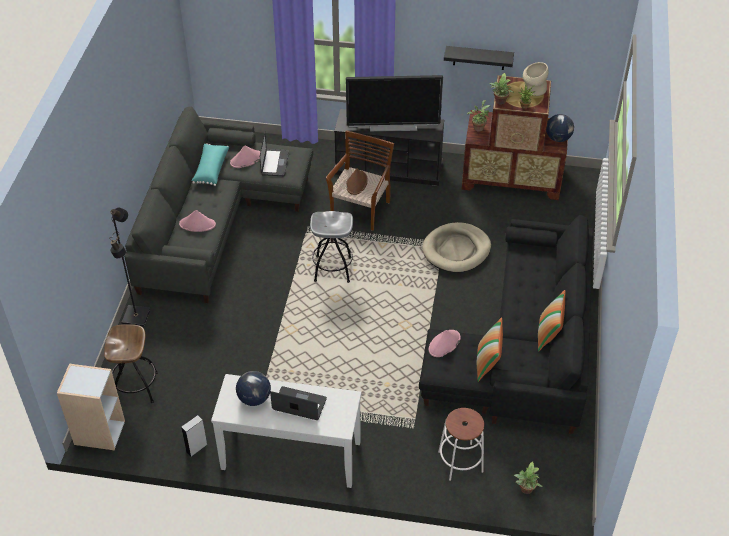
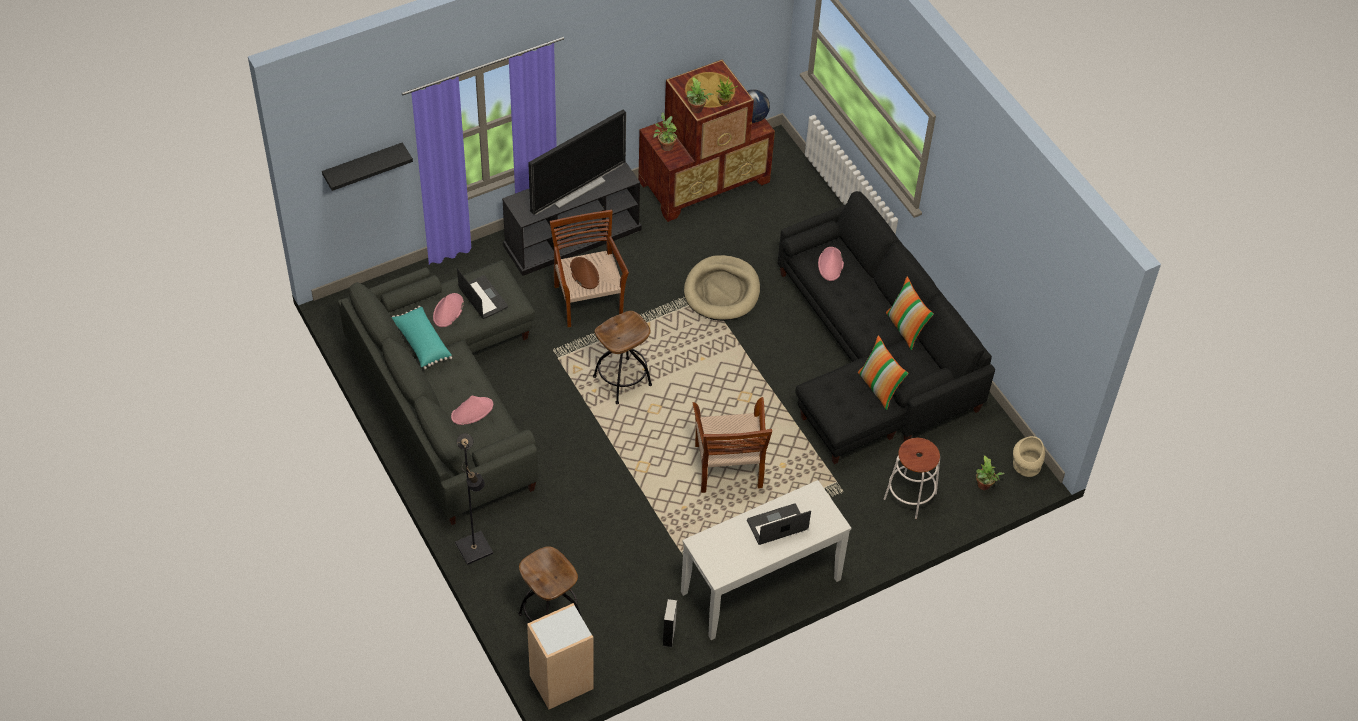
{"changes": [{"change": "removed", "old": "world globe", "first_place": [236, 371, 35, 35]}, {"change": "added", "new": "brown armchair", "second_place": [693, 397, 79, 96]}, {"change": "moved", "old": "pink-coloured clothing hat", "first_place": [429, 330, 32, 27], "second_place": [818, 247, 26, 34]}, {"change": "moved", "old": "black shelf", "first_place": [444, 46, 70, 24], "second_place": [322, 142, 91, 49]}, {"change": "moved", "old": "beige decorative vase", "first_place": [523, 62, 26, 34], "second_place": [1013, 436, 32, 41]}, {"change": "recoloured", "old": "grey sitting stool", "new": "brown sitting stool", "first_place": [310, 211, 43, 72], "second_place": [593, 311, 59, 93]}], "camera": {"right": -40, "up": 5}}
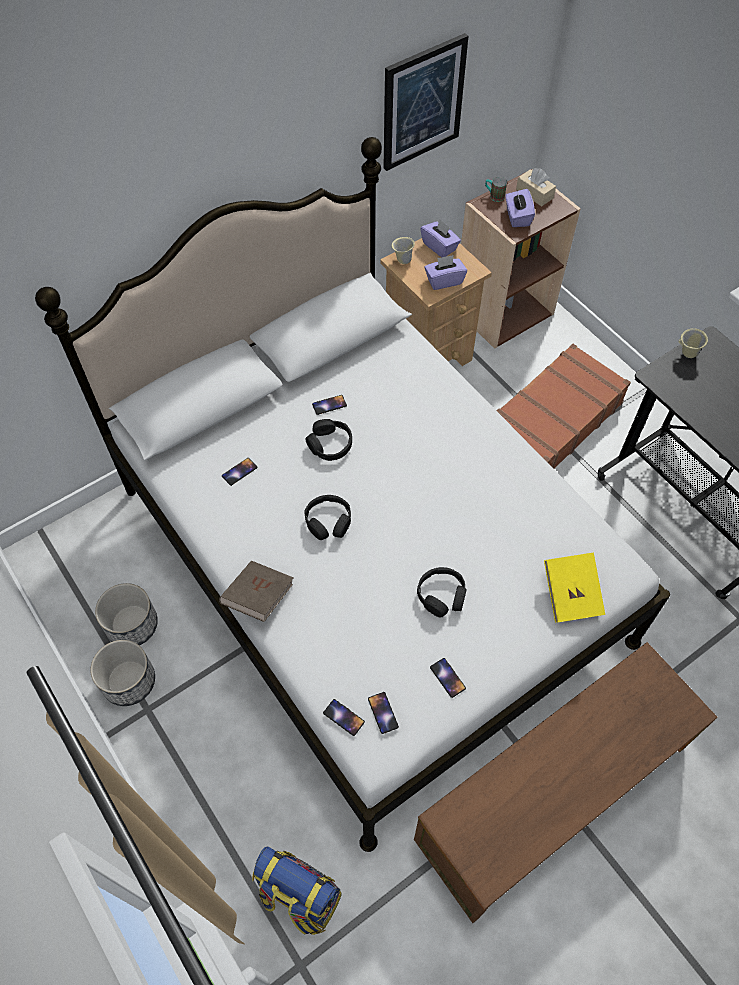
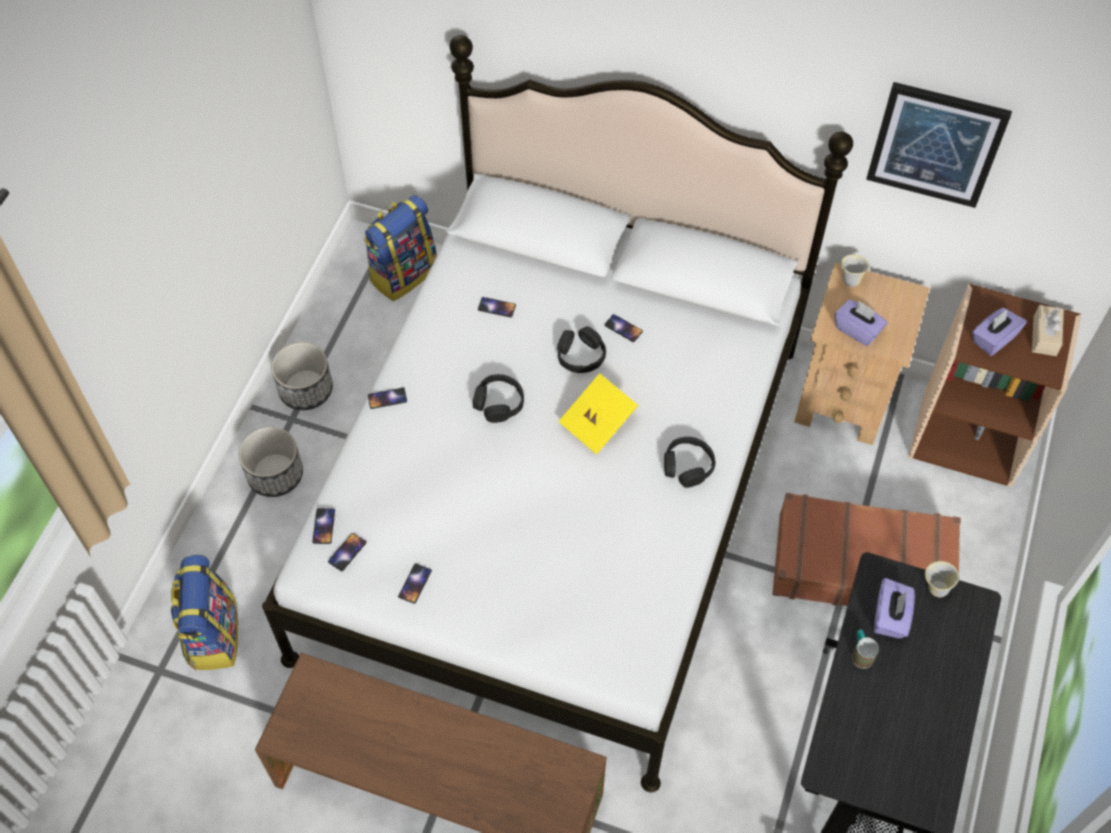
{"changes": [{"change": "added", "new": "backpack", "second_place": [363, 195, 74, 106]}, {"change": "moved", "old": "flower pot", "first_place": [95, 583, 63, 62], "second_place": [239, 427, 64, 70]}, {"change": "moved", "old": "black pair of headphones", "first_place": [417, 567, 50, 51], "second_place": [664, 437, 51, 51]}, {"change": "moved", "old": "purple tissue holder", "first_place": [420, 219, 41, 38], "second_place": [874, 578, 41, 61]}, {"change": "moved", "old": "mug", "first_place": [485, 177, 22, 25], "second_place": [852, 629, 27, 40]}, {"change": "moved", "old": "yellowish book", "first_place": [544, 553, 61, 69], "second_place": [558, 373, 80, 81]}, {"change": "replaced", "old": "brown book", "new": "handset", "first_place": [219, 561, 75, 61], "second_place": [368, 388, 39, 21]}], "camera": {"right": 55, "up": 0}}
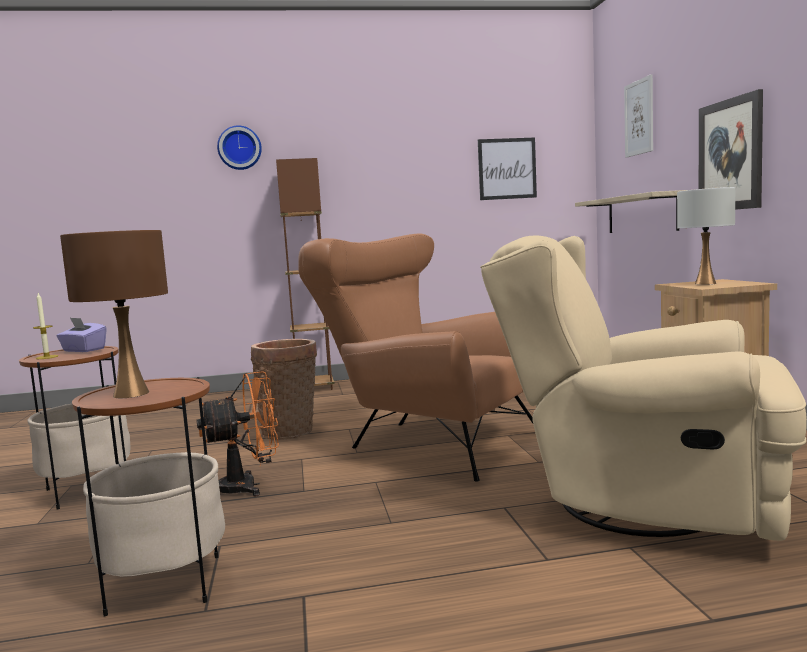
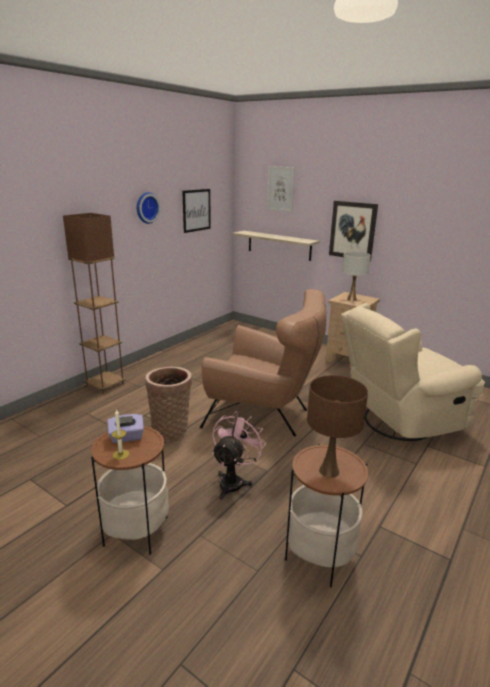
{"changes": [{"change": "moved", "old": "clock on the wall", "first_place": [217, 126, 45, 44], "second_place": [137, 192, 24, 32]}, {"change": "recoloured", "old": "orange fan", "new": "pink-coloured fan", "first_place": [197, 371, 82, 125], "second_place": [212, 411, 54, 89]}, {"change": "turned", "old": "brown armchair", "first_place": [298, 234, 235, 247], "second_place": [200, 289, 127, 147], "degrees": -150}], "camera": {"right": -45, "up": 15}}
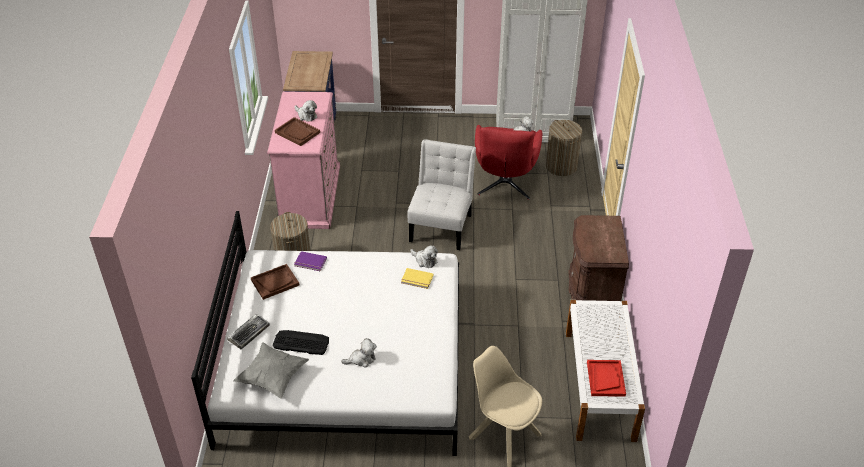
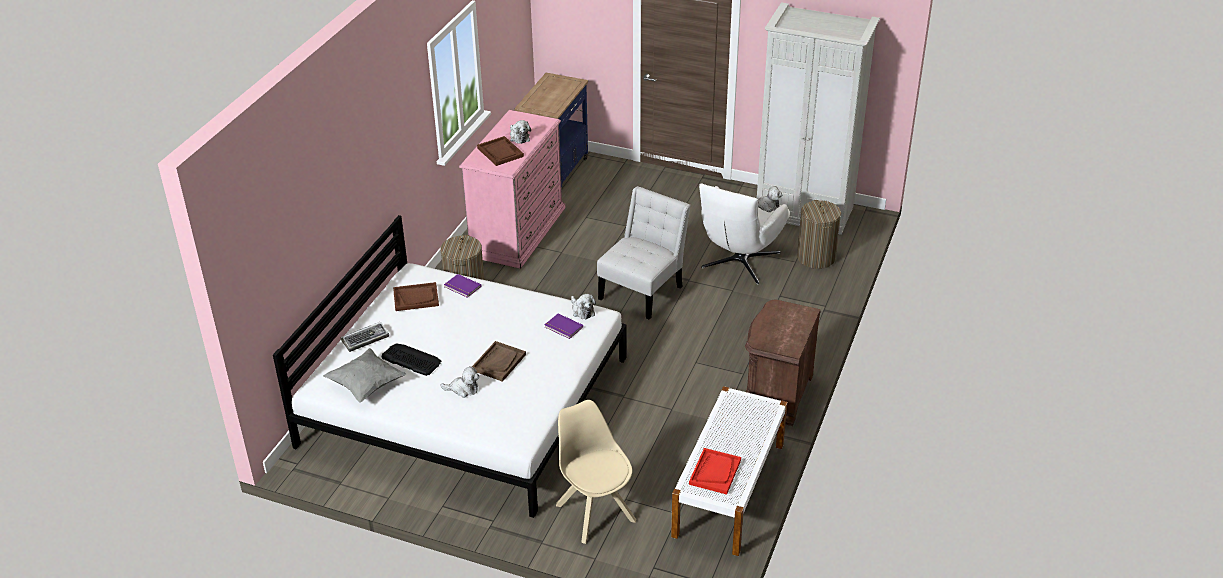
{"changes": [{"change": "added", "new": "brown carrying tray", "second_place": [472, 341, 54, 41]}, {"change": "recoloured", "old": "yellowish book", "new": "purple book", "first_place": [401, 268, 33, 21], "second_place": [544, 314, 39, 25]}, {"change": "recoloured", "old": "reddish armchair", "new": "white-coloured armchair", "first_place": [475, 125, 67, 75], "second_place": [699, 183, 91, 101]}], "camera": {"right": 20, "up": -5}}
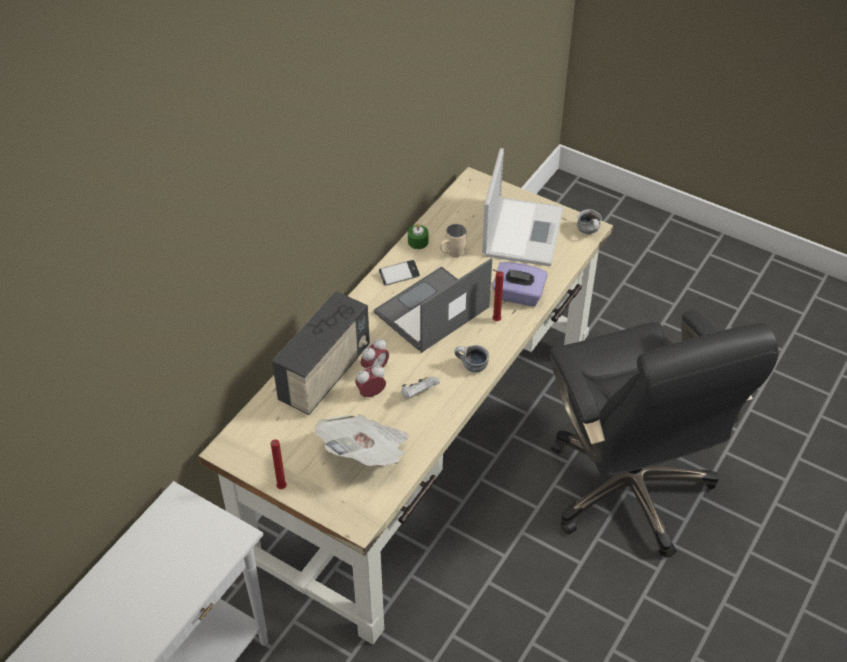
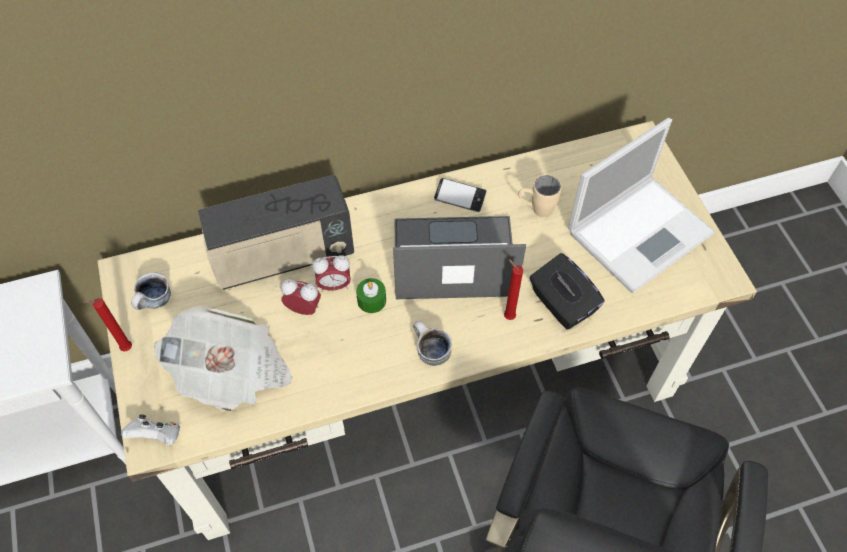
{"changes": [{"change": "moved", "old": "white-coloured joypad", "first_place": [401, 376, 39, 22], "second_place": [121, 414, 59, 32]}, {"change": "moved", "old": "greenish candle", "first_place": [408, 224, 21, 25], "second_place": [356, 278, 30, 35]}, {"change": "moved", "old": "mug", "first_place": [577, 209, 25, 25], "second_place": [131, 272, 40, 38]}, {"change": "recoloured", "old": "purple tissue holder", "new": "black tissue holder", "first_place": [492, 262, 56, 44], "second_place": [529, 253, 76, 76]}], "camera": {"right": 40, "up": 10}}
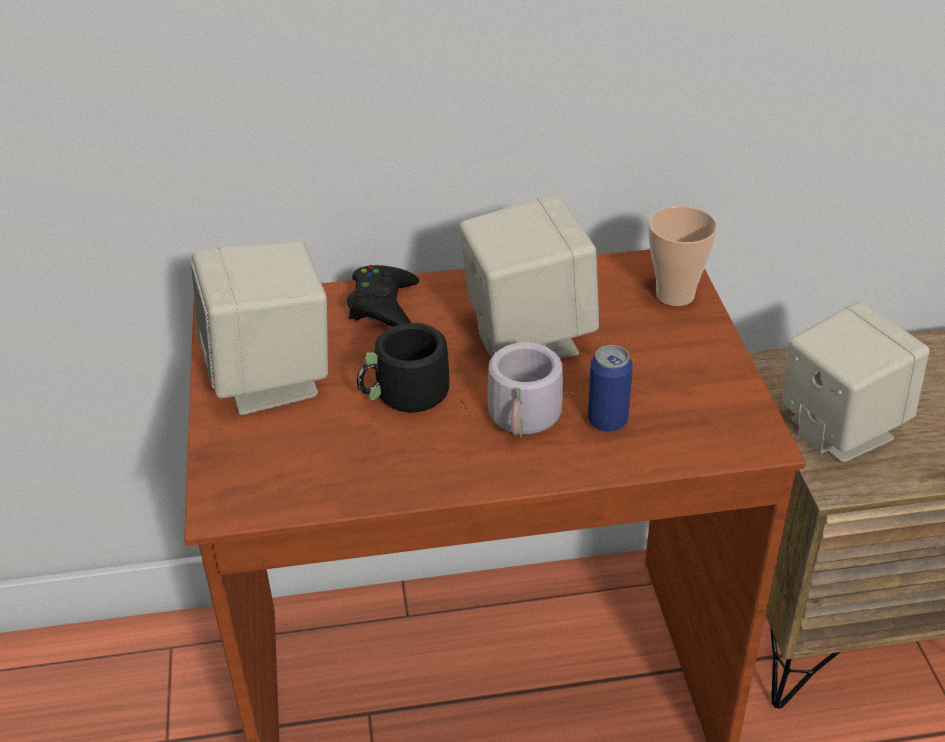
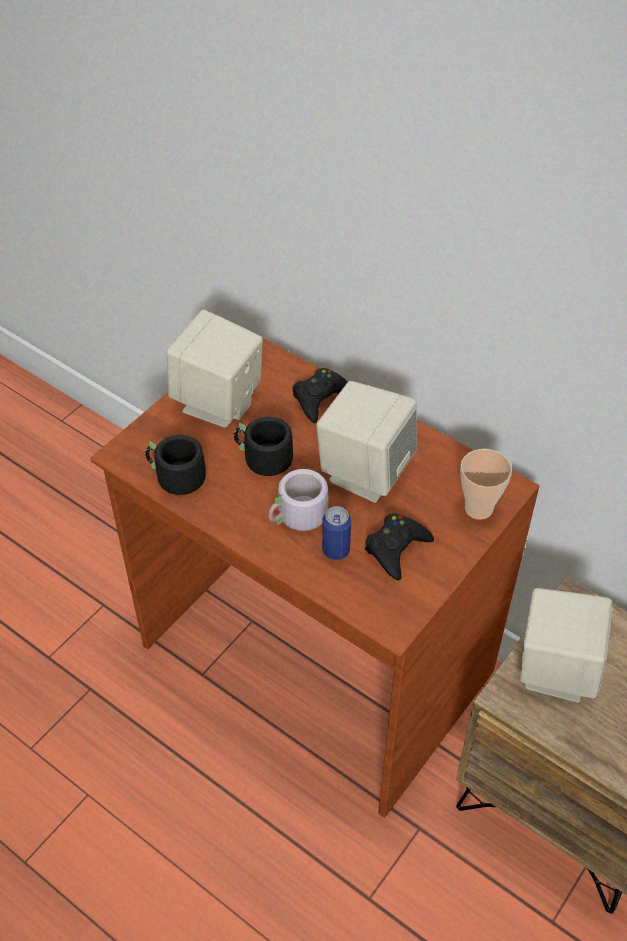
{"changes": [{"change": "added", "new": "black mug", "second_place": [145, 435, 61, 71]}, {"change": "added", "new": "black joypad", "second_place": [365, 513, 69, 68]}], "camera": {"right": 45, "up": 10}}
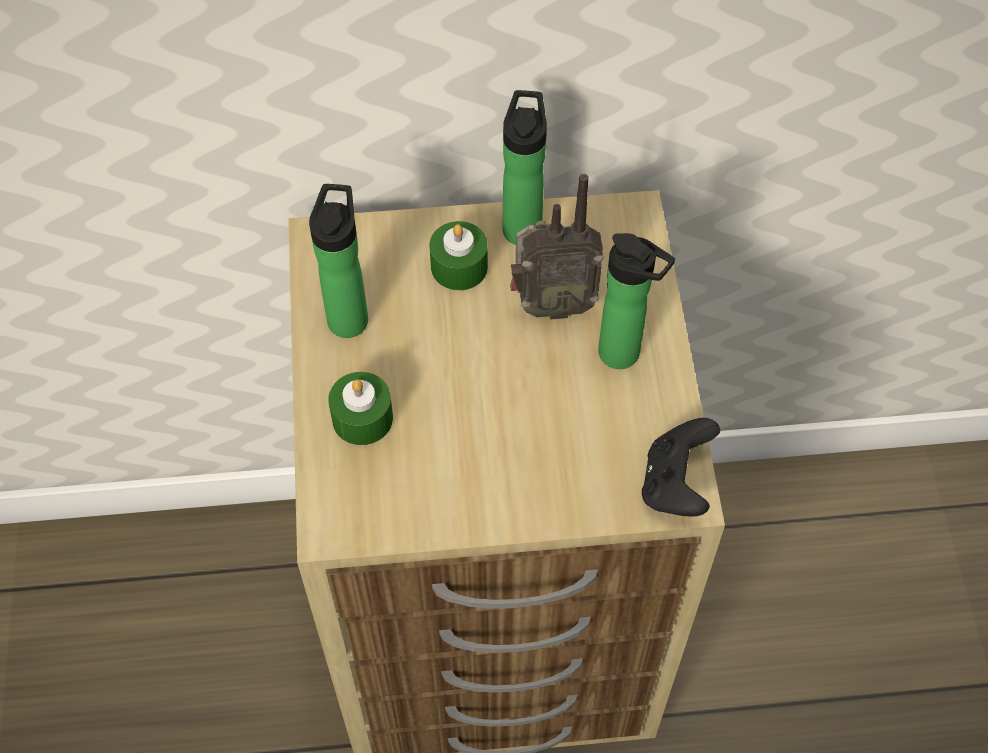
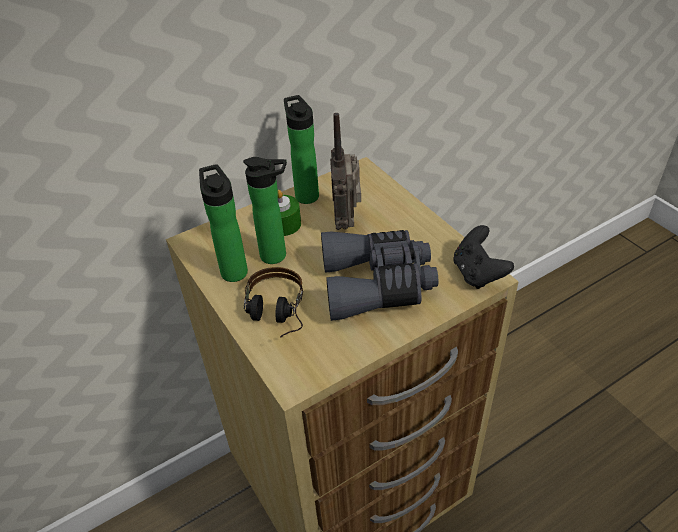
{"changes": [{"change": "added", "new": "grey binoculars", "second_place": [321, 230, 118, 91]}, {"change": "moved", "old": "drink bottle", "first_place": [598, 233, 77, 136], "second_place": [243, 157, 44, 107]}, {"change": "replaced", "old": "greenish candle", "new": "pair of headphones", "first_place": [328, 372, 65, 73], "second_place": [244, 267, 59, 70]}, {"change": "turned", "old": "radio set", "first_place": [510, 174, 94, 146], "second_place": [330, 113, 31, 117], "degrees": 120}], "camera": {"right": -25, "up": -15}}
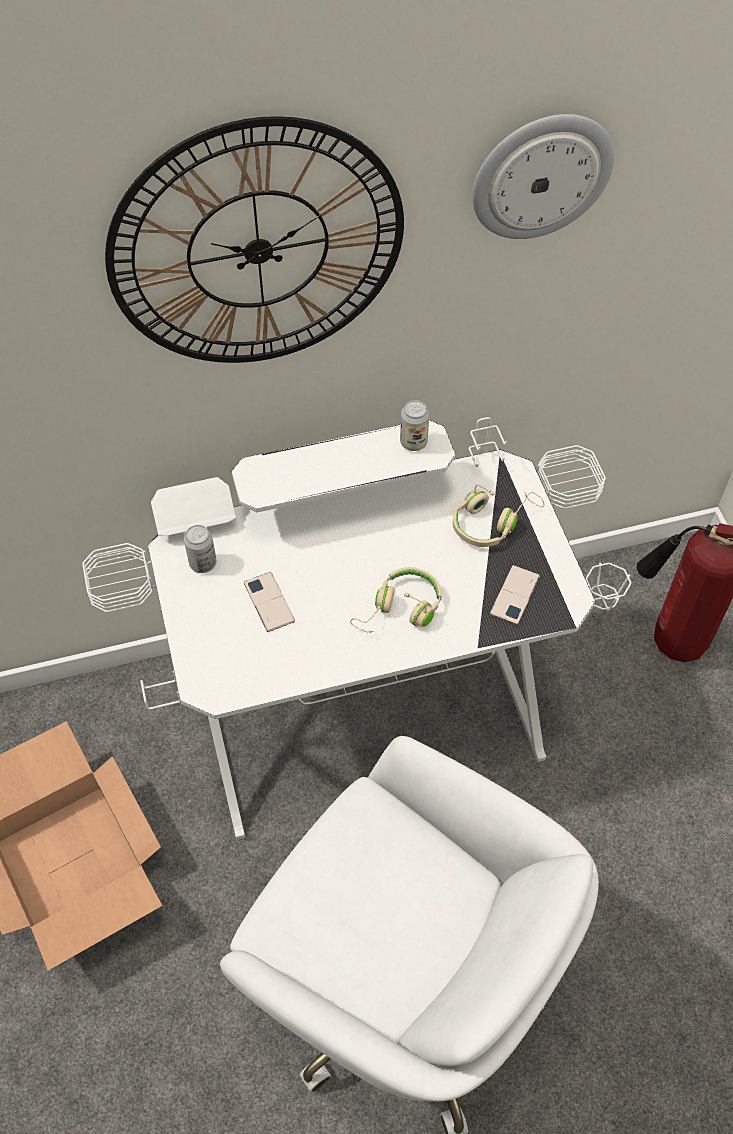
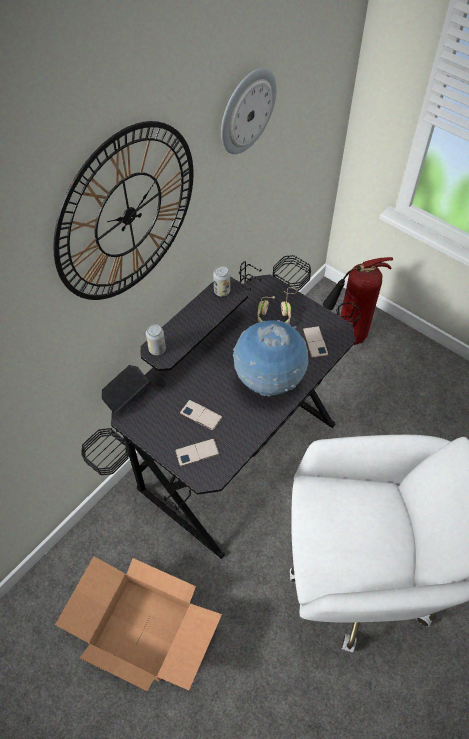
{"changes": [{"change": "added", "new": "handset", "second_place": [175, 439, 45, 27]}, {"change": "moved", "old": "can", "first_place": [184, 525, 33, 48], "second_place": [146, 324, 20, 31]}, {"change": "replaced", "old": "beige pair of headphones", "new": "world globe", "first_place": [350, 567, 92, 66], "second_place": [233, 320, 75, 77]}, {"change": "recoloured", "old": "white-coloured desk unit", "new": "black desk unit", "first_place": [82, 417, 549, 423], "second_place": [81, 255, 280, 304]}], "camera": {"right": -35, "up": 0}}
